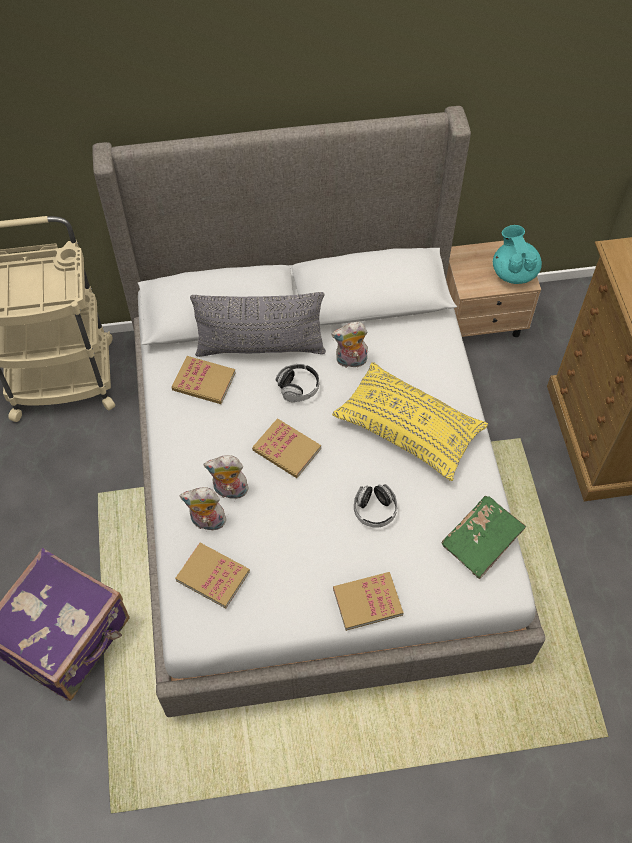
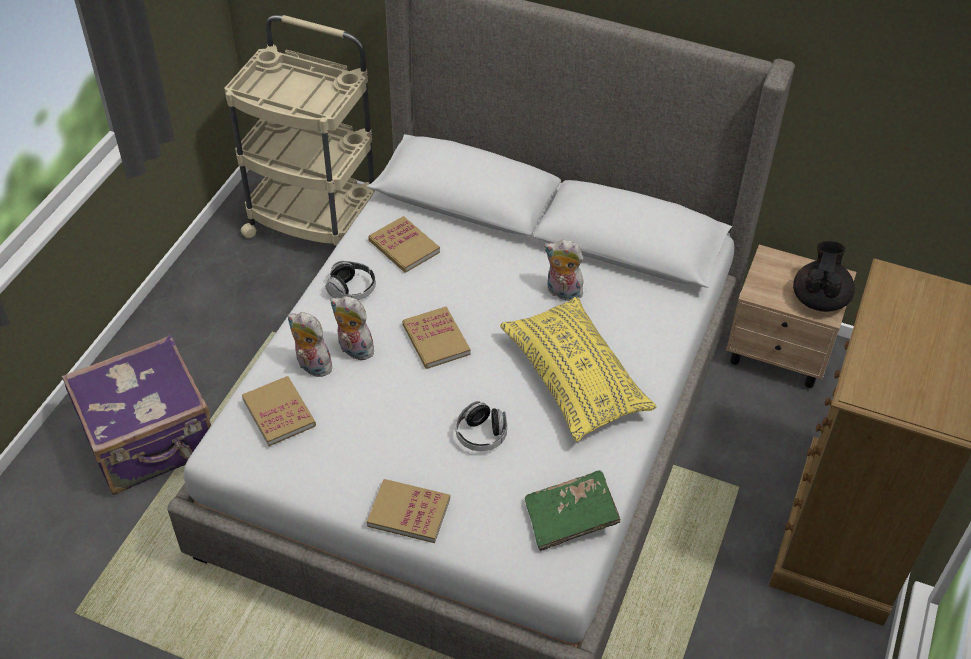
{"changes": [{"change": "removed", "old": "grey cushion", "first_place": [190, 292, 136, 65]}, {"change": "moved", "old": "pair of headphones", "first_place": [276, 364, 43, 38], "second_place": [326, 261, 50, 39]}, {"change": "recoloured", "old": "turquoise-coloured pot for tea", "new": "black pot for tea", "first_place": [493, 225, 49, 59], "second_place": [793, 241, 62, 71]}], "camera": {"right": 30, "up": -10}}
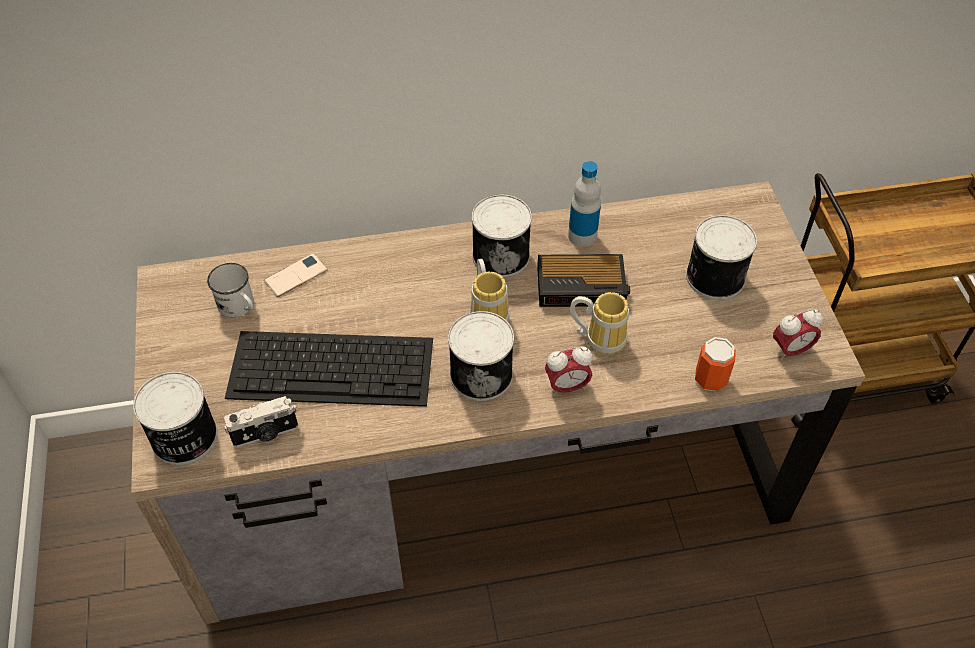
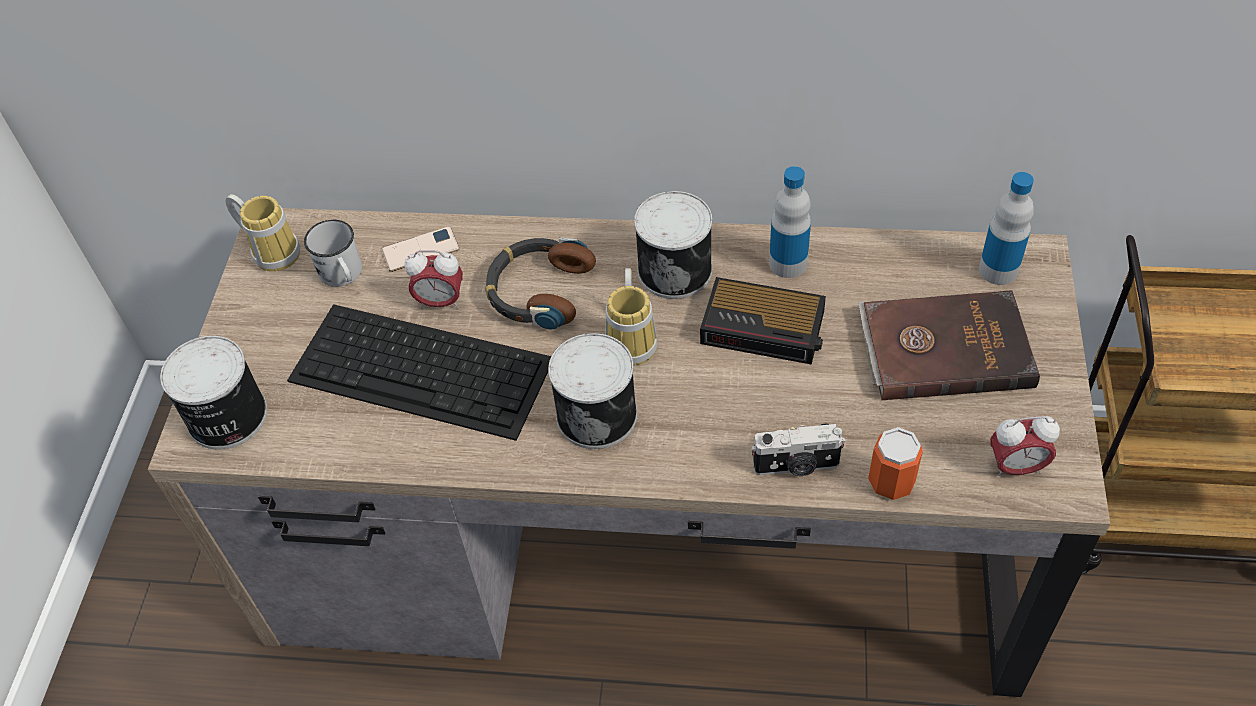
{"changes": [{"change": "added", "new": "pair of headphones", "second_place": [485, 237, 111, 93]}, {"change": "added", "new": "drink bottle", "second_place": [979, 172, 55, 113]}, {"change": "moved", "old": "photo camera", "first_place": [224, 396, 74, 51], "second_place": [751, 423, 94, 53]}, {"change": "moved", "old": "bedside clock", "first_place": [545, 346, 47, 50], "second_place": [404, 250, 59, 59]}, {"change": "moved", "old": "mug", "first_place": [570, 292, 59, 63], "second_place": [225, 194, 75, 78]}, {"change": "replaced", "old": "can", "new": "brown book", "first_place": [686, 215, 71, 85], "second_place": [858, 290, 182, 110]}], "camera": {"right": 20, "up": 0}}
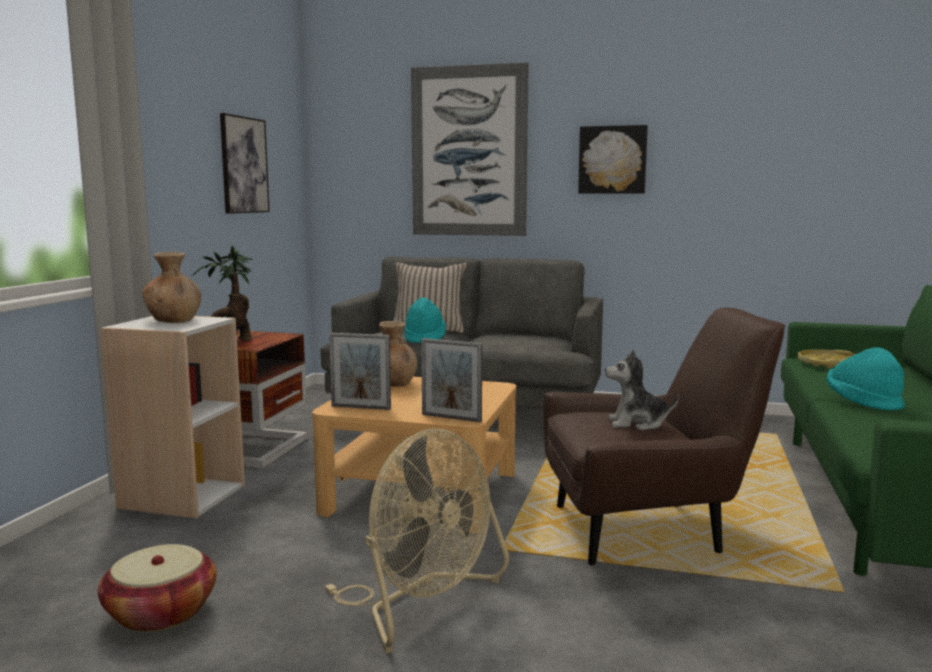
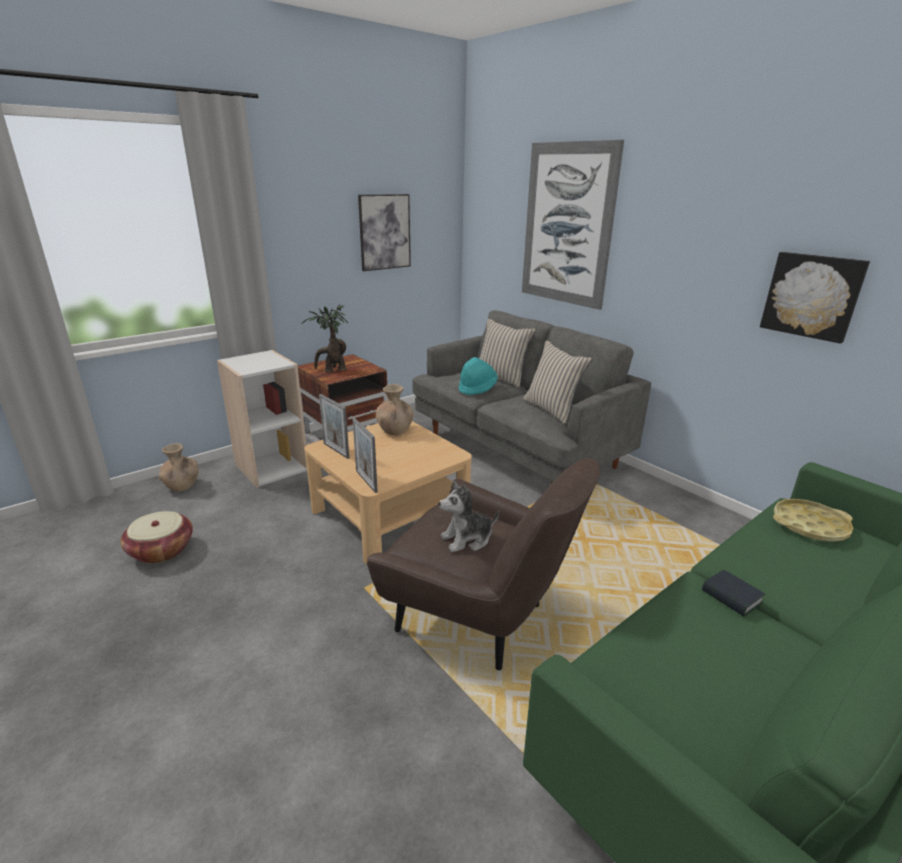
{"changes": [{"change": "removed", "old": "beige fan", "first_place": [325, 428, 184, 226]}, {"change": "added", "new": "beige cushion", "second_place": [523, 340, 69, 84]}, {"change": "moved", "old": "brown decorative vase", "first_place": [143, 252, 58, 71], "second_place": [159, 443, 40, 49]}, {"change": "moved", "old": "wall picture", "first_place": [578, 125, 70, 68], "second_place": [760, 252, 110, 91]}, {"change": "replaced", "old": "turquoise-coloured clothing hat", "new": "book", "first_place": [826, 348, 79, 63], "second_place": [702, 570, 63, 47]}, {"change": "turned", "old": "plush toy", "first_place": [605, 350, 74, 80], "second_place": [439, 481, 60, 71], "degrees": -60}], "camera": {"right": 35, "up": 15}}
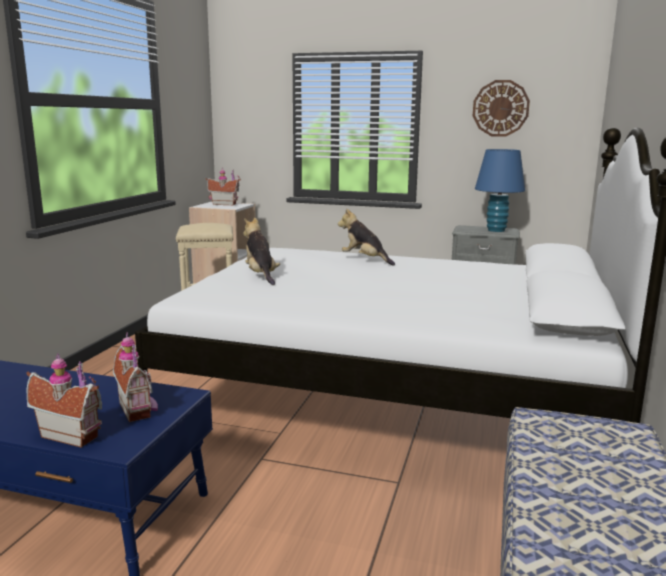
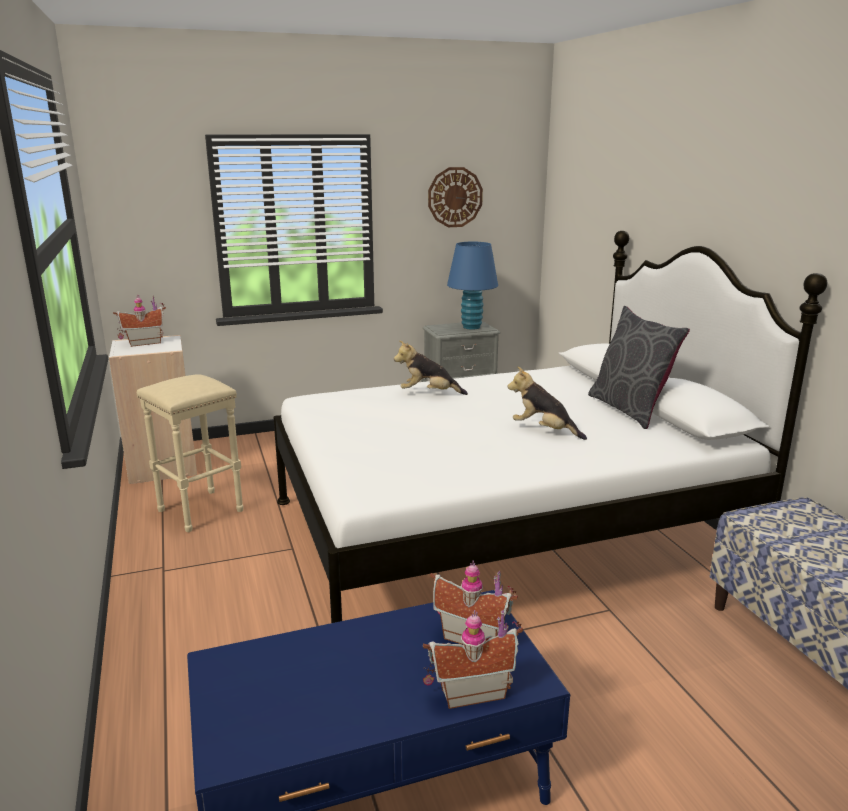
{"changes": [{"change": "added", "new": "grey cushion", "second_place": [588, 306, 102, 123]}, {"change": "moved", "old": "plush toy", "first_place": [243, 217, 37, 68], "second_place": [507, 367, 80, 73]}], "camera": {"right": -35, "up": 5}}
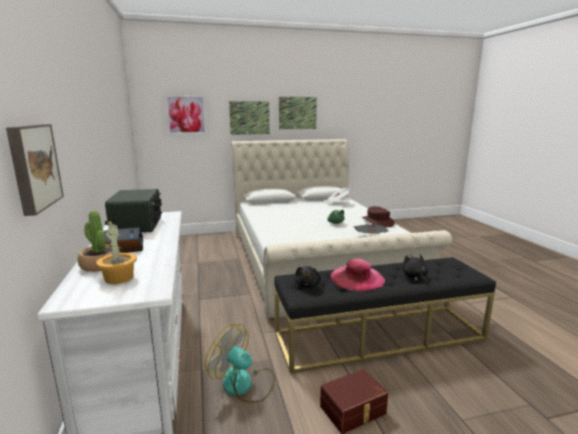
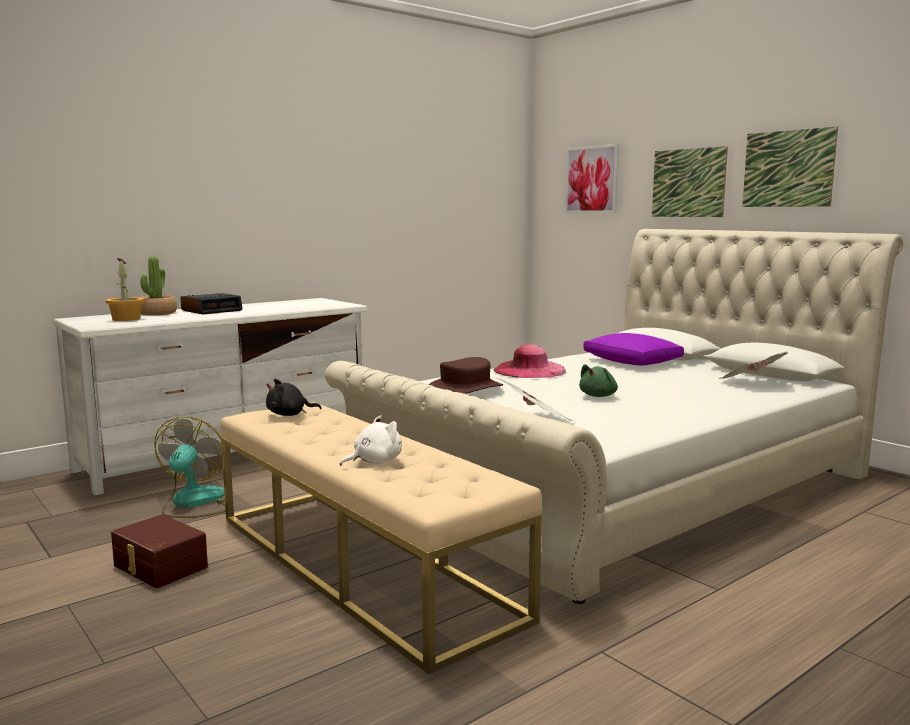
{"changes": [{"change": "removed", "old": "wall picture", "first_place": [6, 124, 58, 92]}, {"change": "removed", "old": "radio set", "first_place": [105, 189, 57, 43]}, {"change": "added", "new": "purple cushion", "second_place": [583, 333, 101, 32]}, {"change": "moved", "old": "pink-coloured clothing hat", "first_place": [330, 259, 55, 32], "second_place": [493, 344, 73, 34]}, {"change": "moved", "old": "brown clothing hat", "first_place": [362, 206, 33, 22], "second_place": [429, 357, 74, 37]}, {"change": "recoloured", "old": "black indoor bench", "new": "beige indoor bench", "first_place": [274, 257, 222, 116], "second_place": [221, 402, 321, 272]}, {"change": "recoloured", "old": "black plush toy", "new": "white-coloured plush toy", "first_place": [402, 254, 26, 30], "second_place": [340, 415, 62, 51]}], "camera": {"right": 65, "up": -5}}
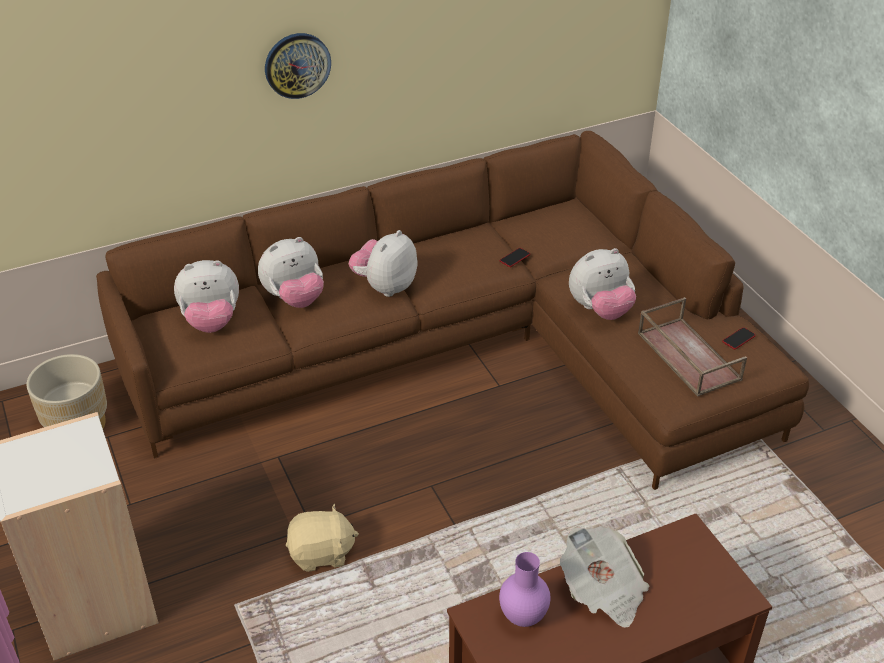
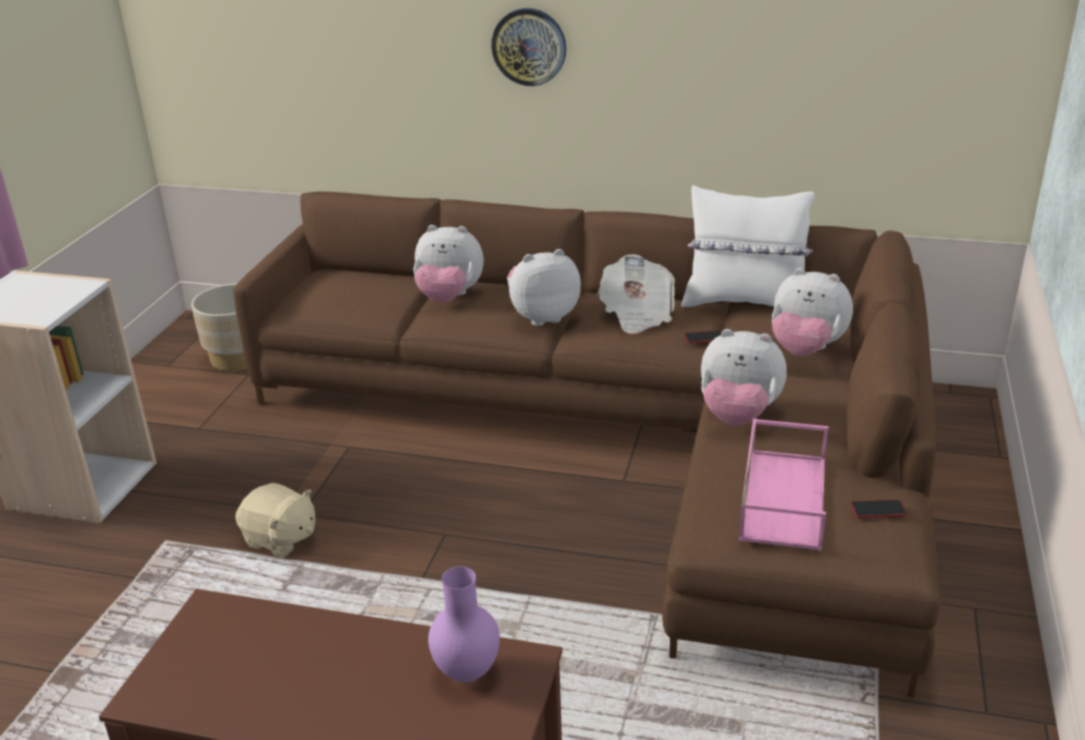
{"changes": [{"change": "added", "new": "white-coloured cushion", "second_place": [681, 185, 134, 122]}, {"change": "moved", "old": "plush toy", "first_place": [174, 260, 65, 73], "second_place": [772, 268, 81, 88]}, {"change": "moved", "old": "purple decorative vase", "first_place": [499, 552, 52, 75], "second_place": [428, 566, 72, 116]}, {"change": "moved", "old": "printed paper", "first_place": [560, 526, 89, 102], "second_place": [597, 254, 78, 80]}, {"change": "recoloured", "old": "brown carrying tray", "new": "pink-coloured carrying tray", "first_place": [638, 297, 109, 100], "second_place": [739, 419, 89, 132]}], "camera": {"right": 40, "up": -10}}
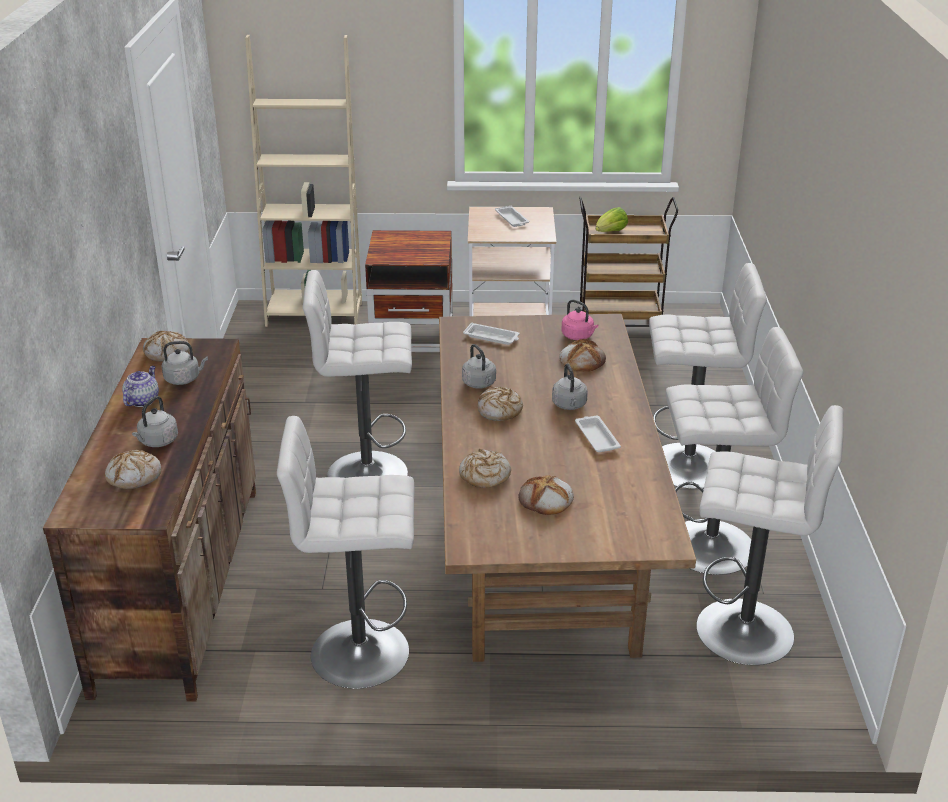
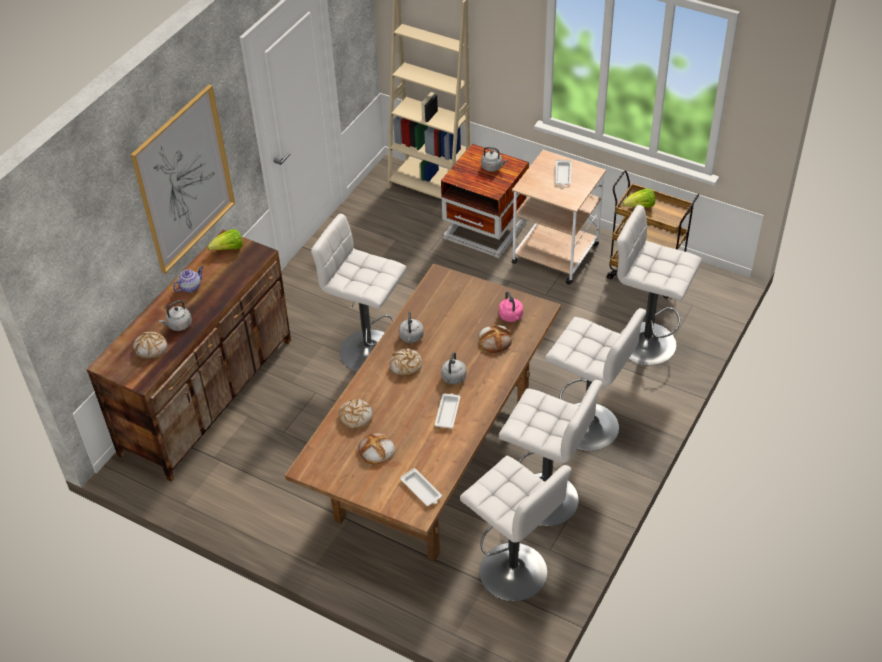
{"changes": [{"change": "added", "new": "wall picture", "second_place": [131, 85, 104, 189]}, {"change": "moved", "old": "grey tea kettle", "first_place": [162, 341, 46, 44], "second_place": [481, 147, 26, 25]}, {"change": "moved", "old": "white-coloured sitting stool", "first_place": [277, 416, 137, 273], "second_place": [617, 205, 85, 160]}, {"change": "moved", "old": "white-coloured carrying tray", "first_place": [463, 322, 57, 23], "second_place": [400, 468, 42, 38]}, {"change": "replaced", "old": "bakery bread", "new": "lettuce", "first_place": [143, 331, 47, 31], "second_place": [207, 229, 36, 21]}], "camera": {"right": 30, "up": 15}}
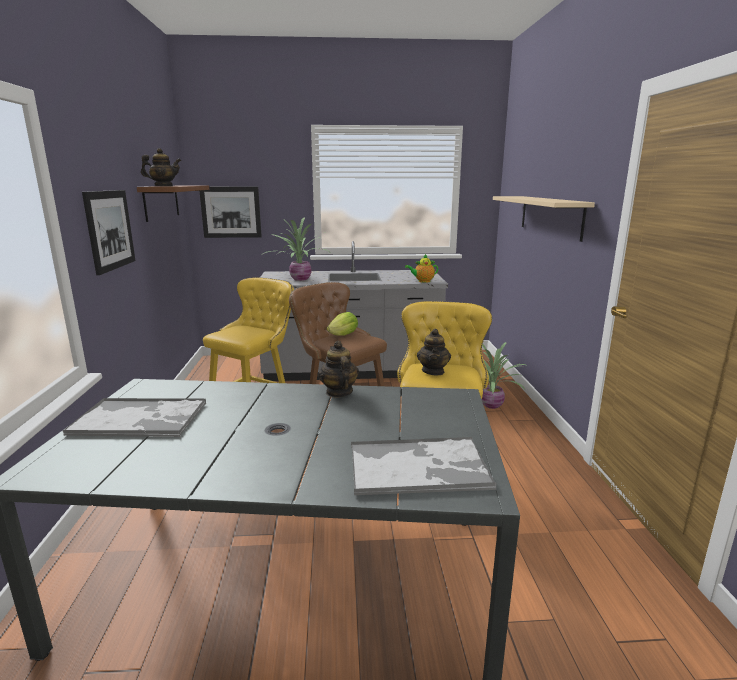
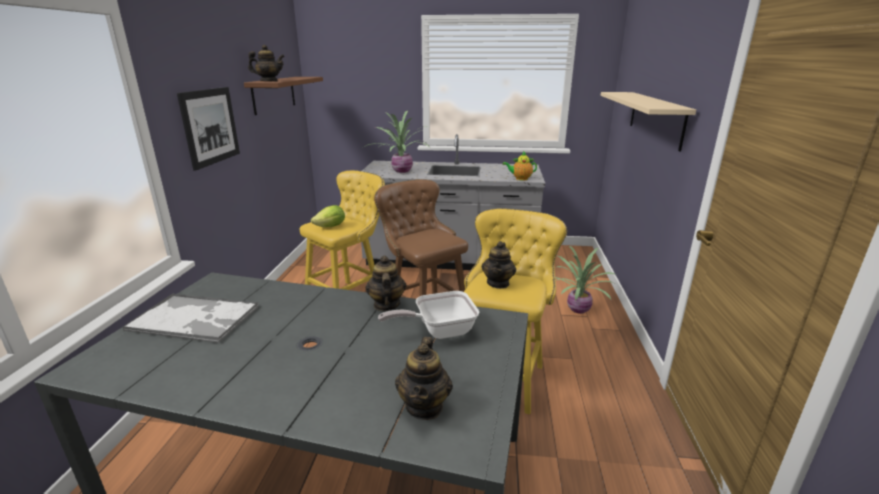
{"changes": [{"change": "removed", "old": "wall picture", "first_place": [199, 187, 63, 51]}, {"change": "added", "new": "skillet", "second_place": [378, 291, 102, 48]}, {"change": "moved", "old": "lettuce", "first_place": [327, 312, 31, 24], "second_place": [311, 205, 34, 22]}, {"change": "replaced", "old": "carrying tray", "new": "pot for tea", "first_place": [351, 437, 145, 58], "second_place": [395, 337, 58, 83]}], "camera": {"right": 10, "up": 5}}
